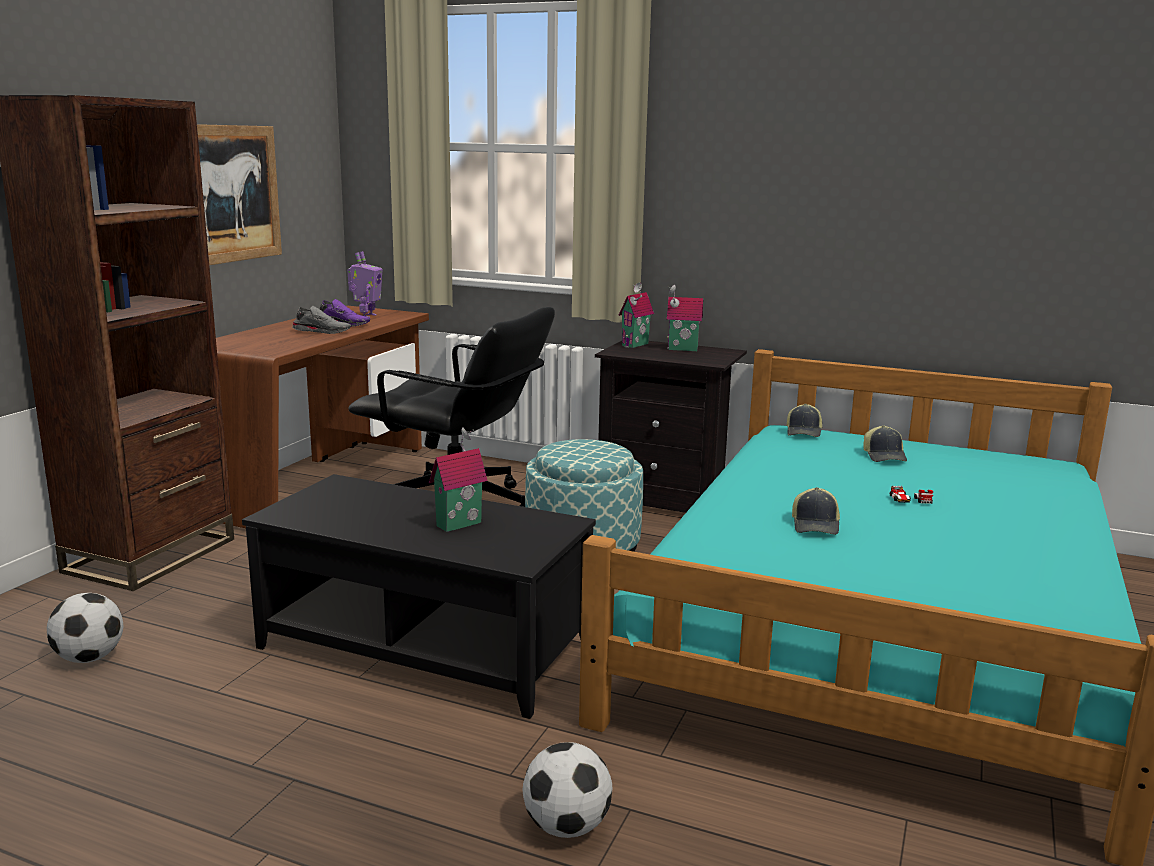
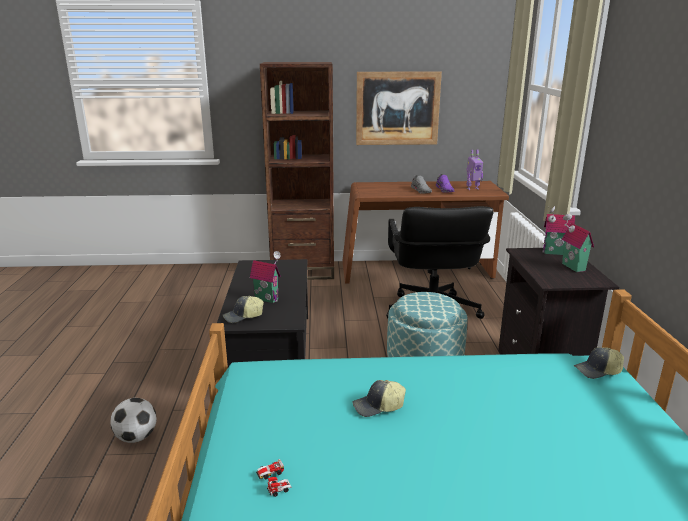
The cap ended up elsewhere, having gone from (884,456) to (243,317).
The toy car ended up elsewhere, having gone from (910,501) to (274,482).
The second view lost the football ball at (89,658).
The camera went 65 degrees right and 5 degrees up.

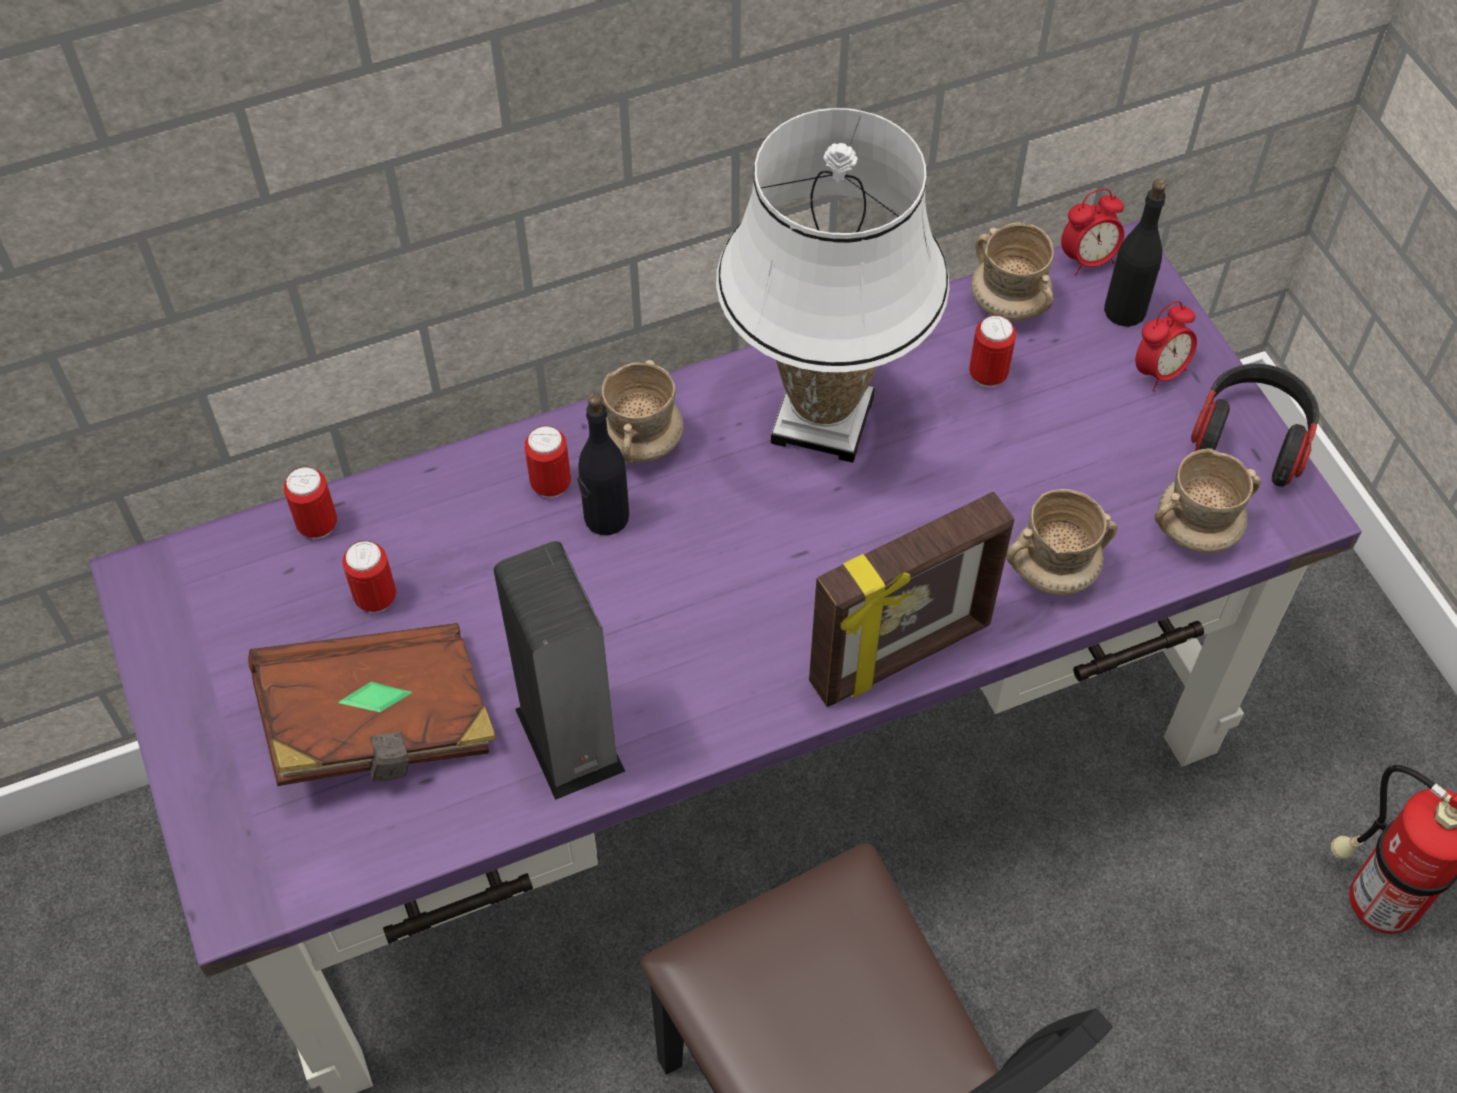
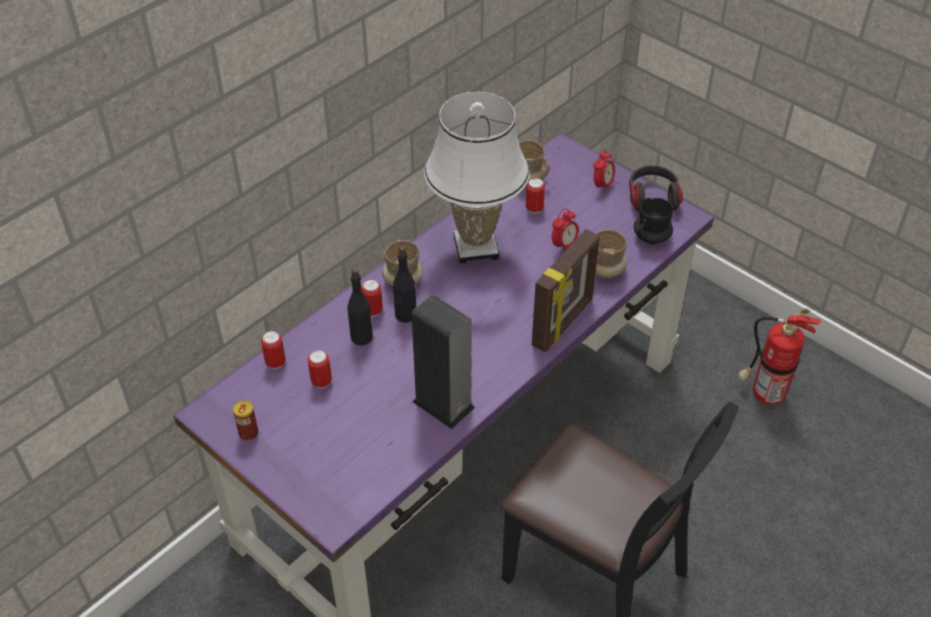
The black drink bottle ended up elsewhere, having gone from (1125,310) to (362,337).
The table clock ended up elsewhere, having gone from (1088,260) to (564,245).
What was the beige-coloured coffee mug at (1196,529) turned into the black coffee mug at (651,237).
The second view lost the brownish book at (380,727).
The second view gained the can at (248,433).
The camera went 25 degrees left and 10 degrees down.

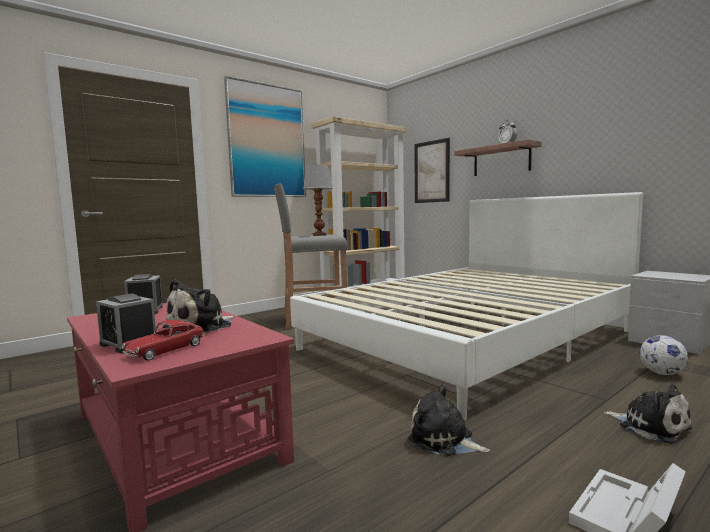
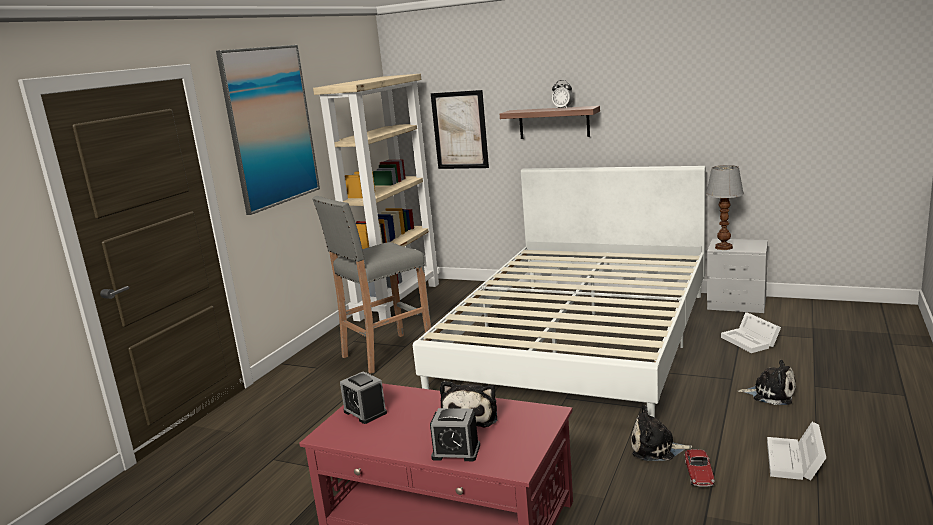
The tabletop lamp ended up elsewhere, having gone from (320,235) to (723,247).
The toy car ended up elsewhere, having gone from (166,350) to (699,474).
Where the football ball stood at (662,373), the white storage box came to stand at (751,341).
The camera went 25 degrees left and 10 degrees up.

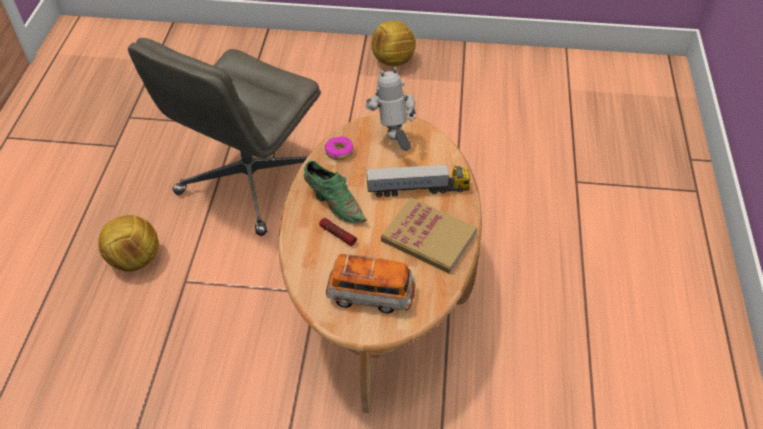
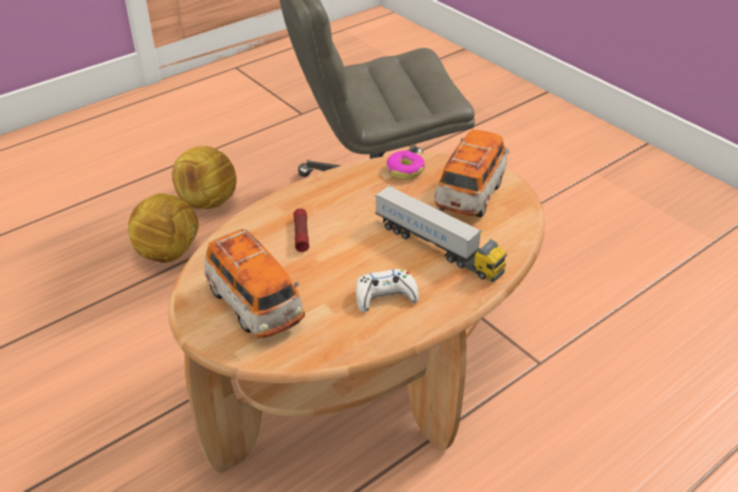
The football ball ended up elsewhere, having gone from (393,60) to (169,253).
Where the toy robot stood at (393,143), the toy car came to stand at (470,194).
The second view lost the greenish item of footwear at (334,203).
Where the book stood at (428,237), the white game controller came to stand at (385,296).
The camera went 45 degrees right and 10 degrees down.

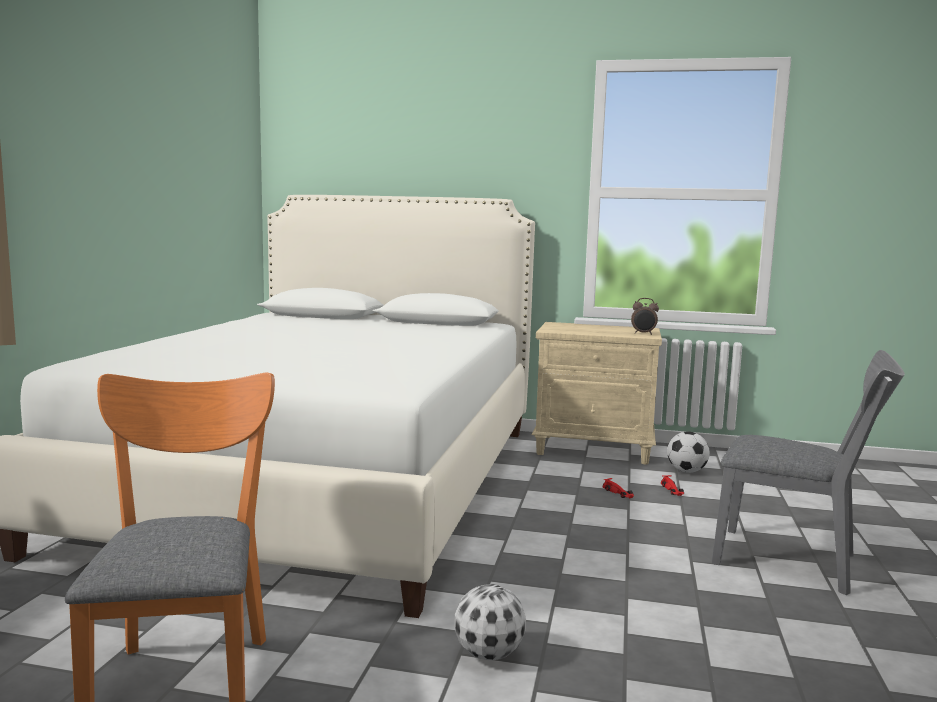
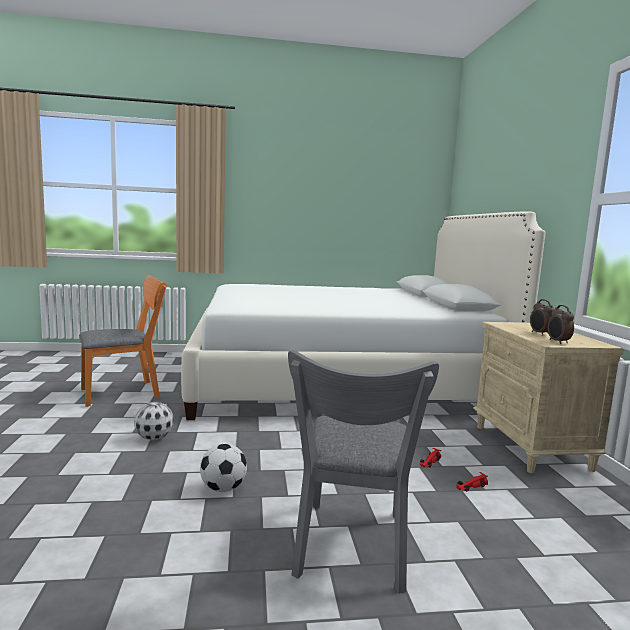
The football ball ended up elsewhere, having gone from (686,471) to (223,488).
The second view gained the table clock at (539,333).
The camera went 70 degrees right and 0 degrees up.

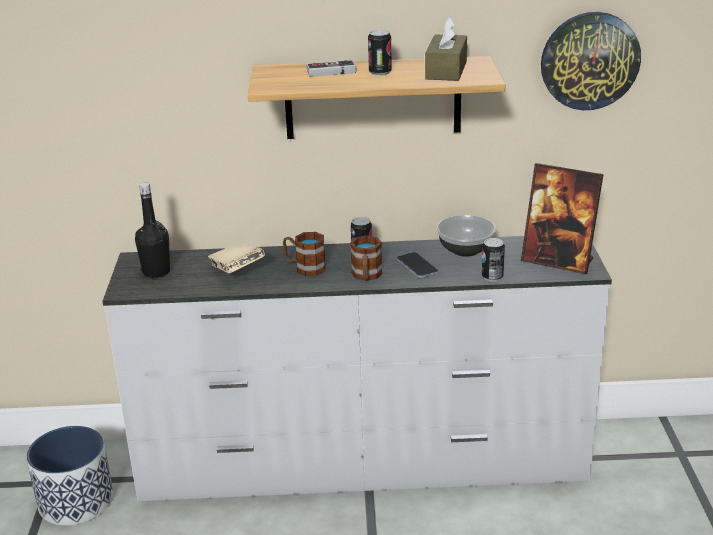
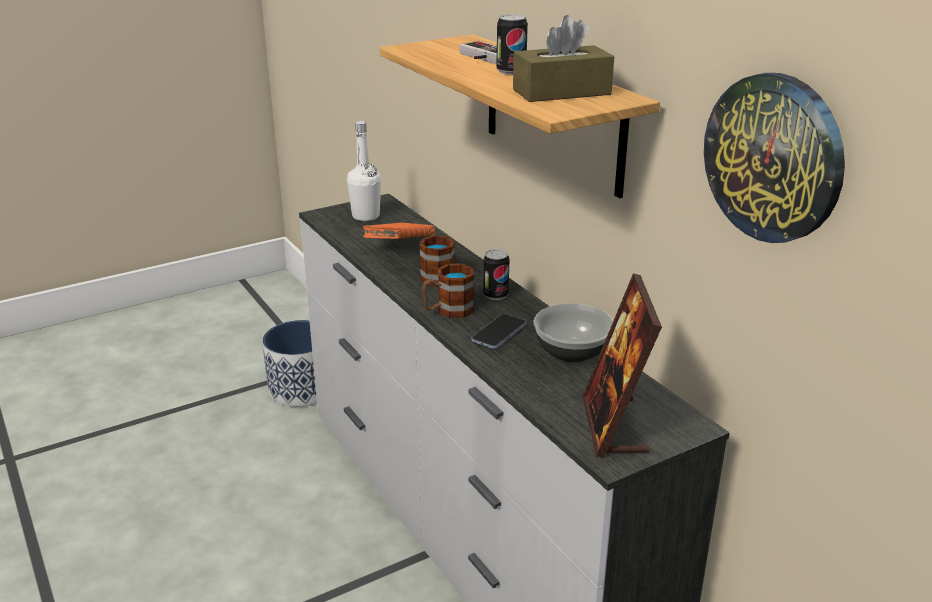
What was the black drink bottle at (156,272) turned into the white drink bottle at (366,216).
The second view lost the can at (492,277).
What was the beige-coloured book at (237,271) turned into the orange book at (399,247).
The camera went 60 degrees right and 0 degrees up.

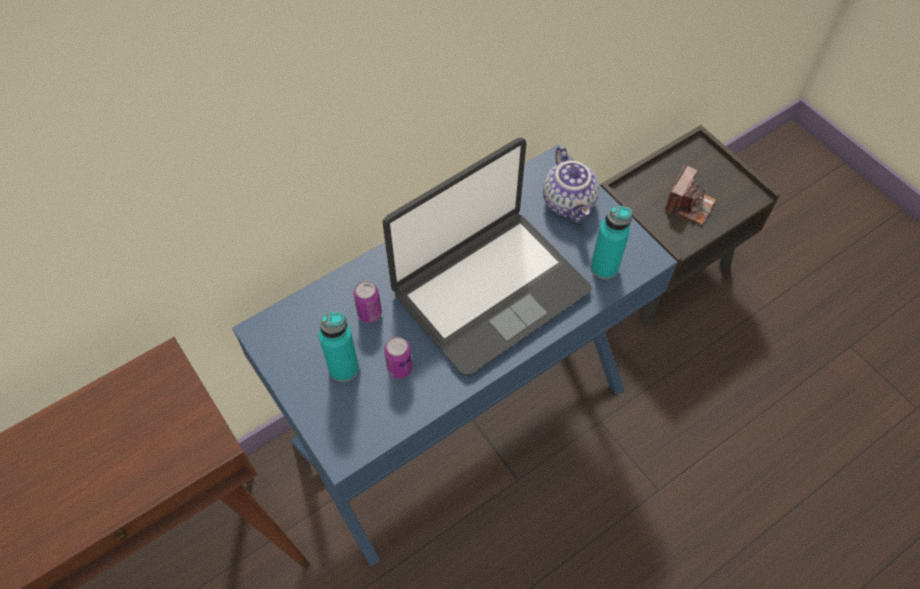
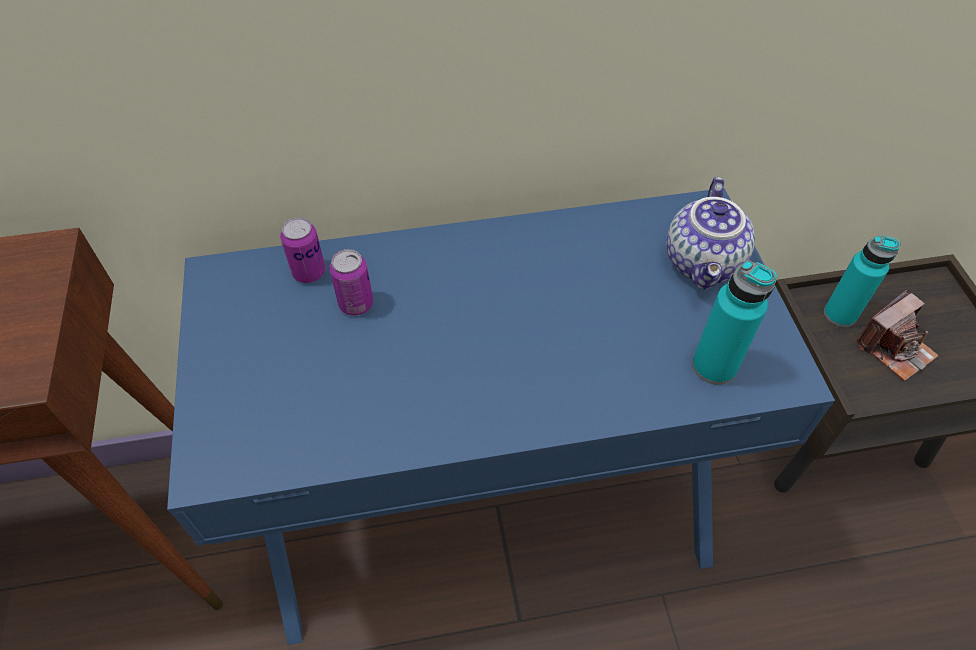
The second view lost the portable computer at (489,290).
The turquoise-coloured drink bottle ended up elsewhere, having gone from (343,368) to (840,314).
The can ended up elsewhere, having gone from (399,368) to (309,272).
The camera went 25 degrees right and 5 degrees down.

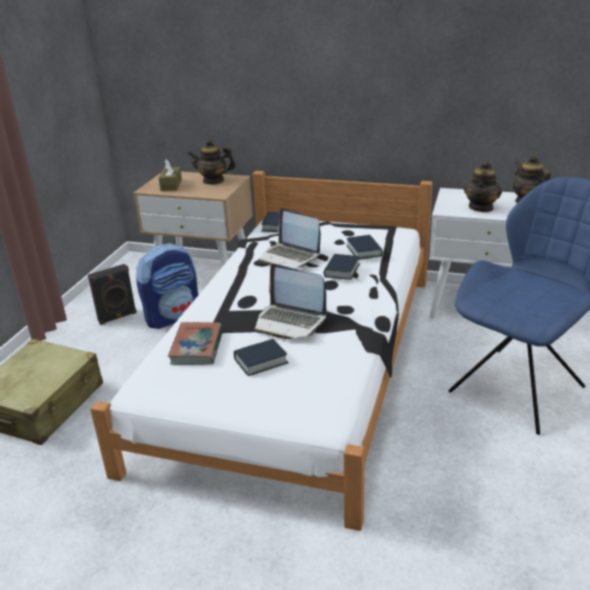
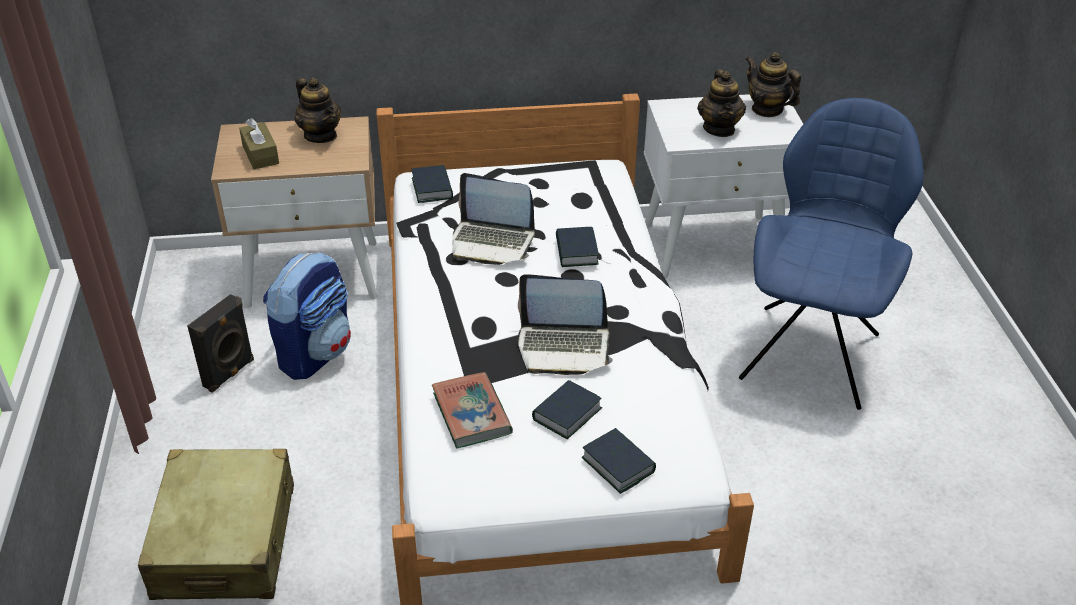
The tea pot at (213,181) ended up facing another way, 105 degrees counterclockwise from before.
The book ended up elsewhere, having gone from (364,251) to (618,465).
The camera went 25 degrees left and 10 degrees up.

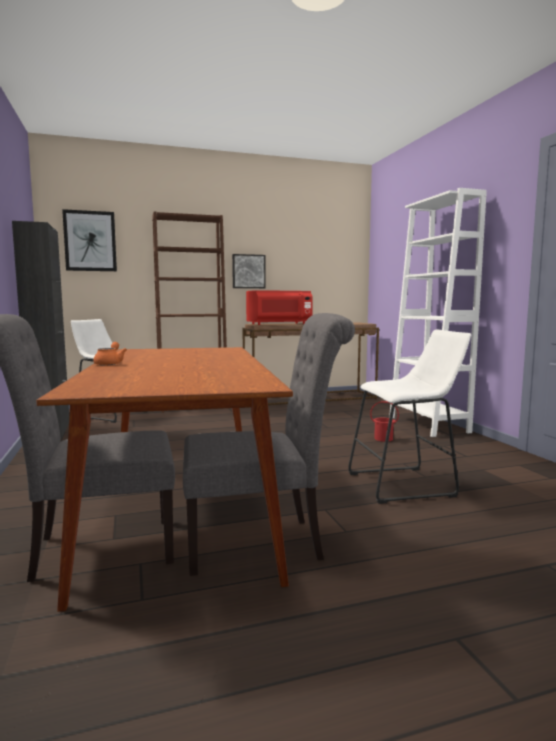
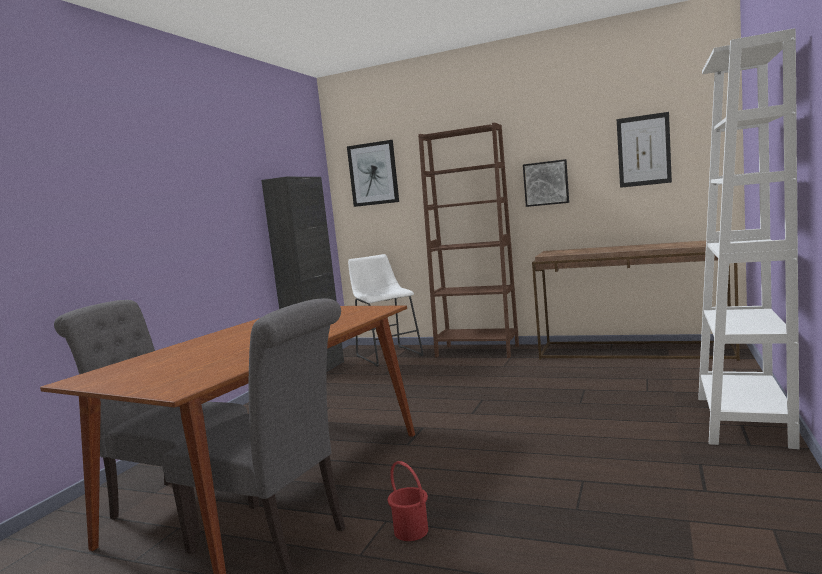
The second view lost the red-coloured microwave at (279,324).
The second view lost the white sitting stool at (406,484).
The second view lost the orange tea pot at (110,363).
The red-coloured pail ended up elsewhere, having gone from (383,439) to (411,531).
The second view gained the wall picture at (643,150).
The camera went 40 degrees right and 0 degrees up.

